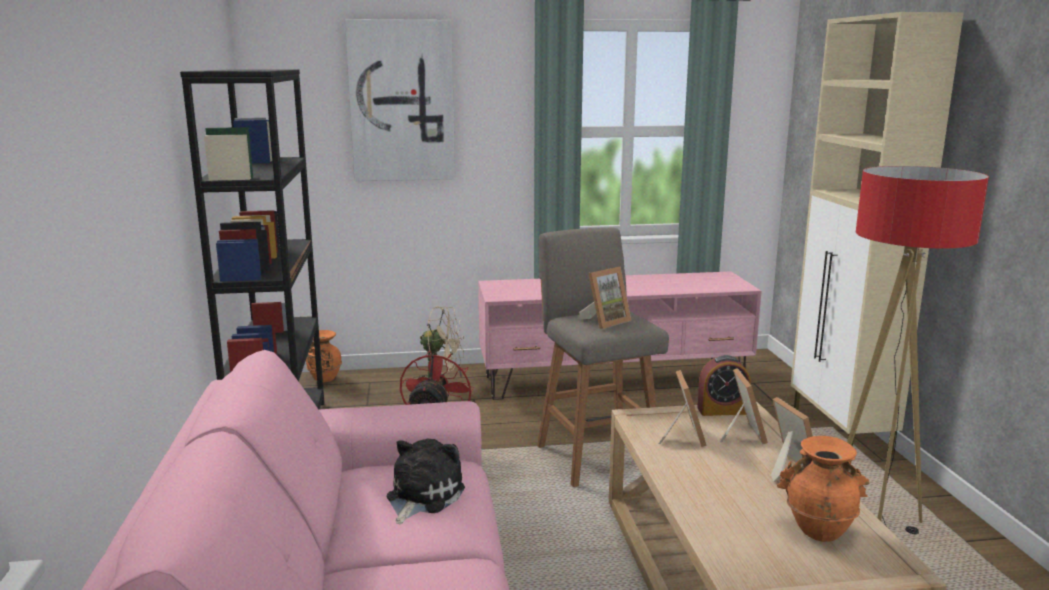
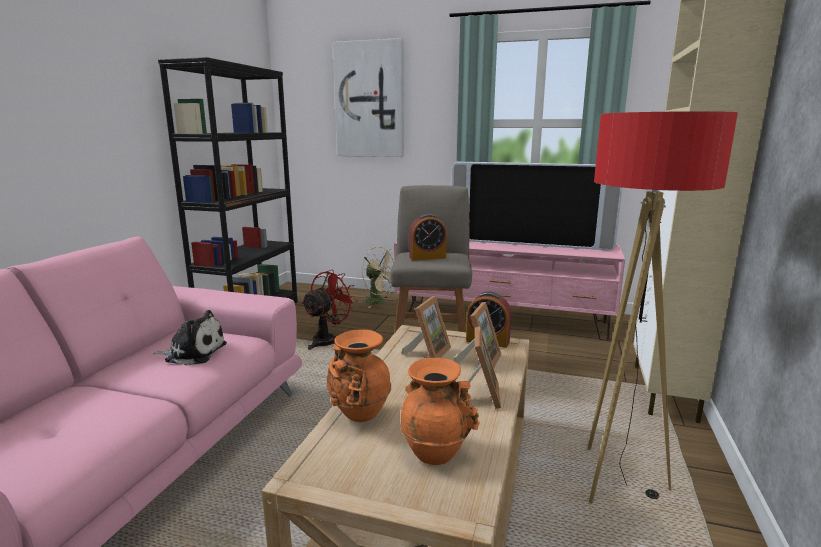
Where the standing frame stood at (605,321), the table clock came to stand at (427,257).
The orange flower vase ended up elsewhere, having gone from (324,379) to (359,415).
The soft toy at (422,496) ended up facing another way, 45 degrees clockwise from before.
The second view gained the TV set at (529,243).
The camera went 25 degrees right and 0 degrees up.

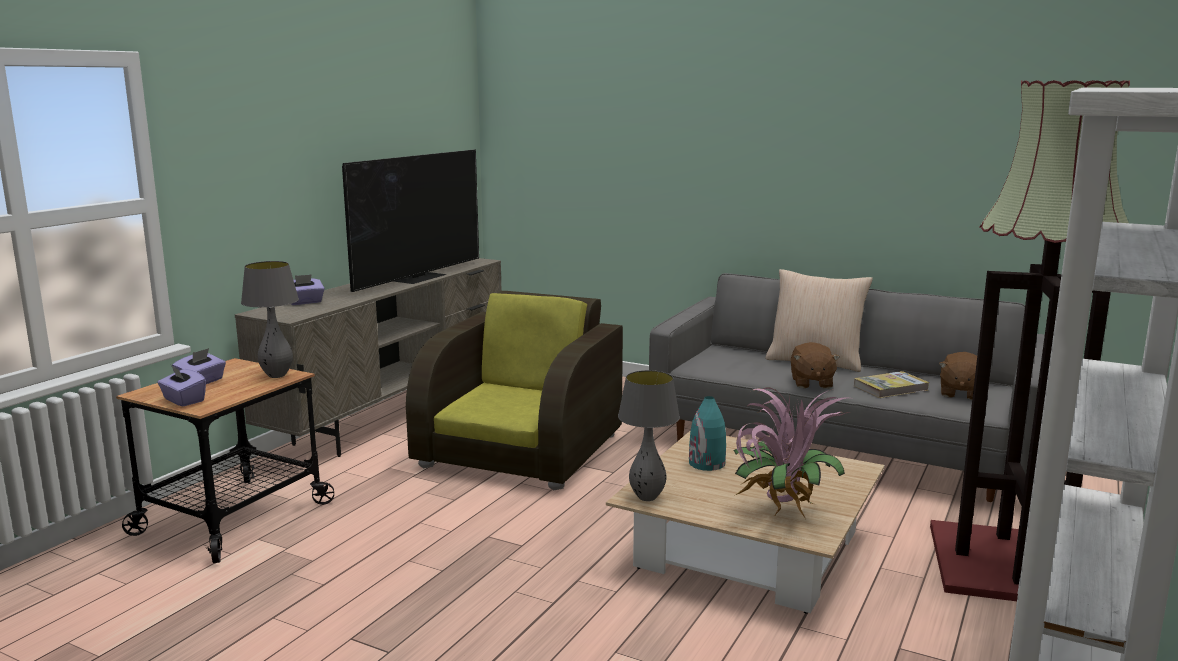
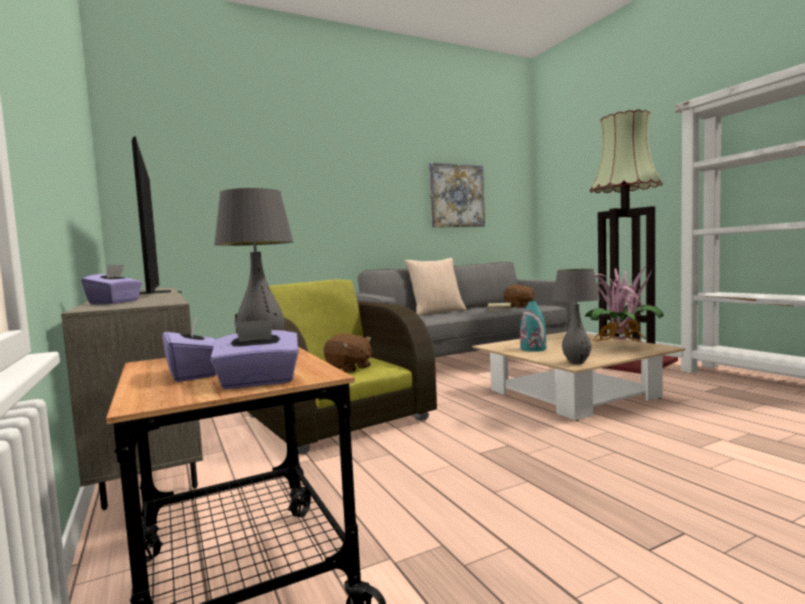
The brownish soft toy ended up elsewhere, having gone from (811,383) to (349,368).
The second view gained the wall picture at (456,196).
The camera went 55 degrees left and 10 degrees down.

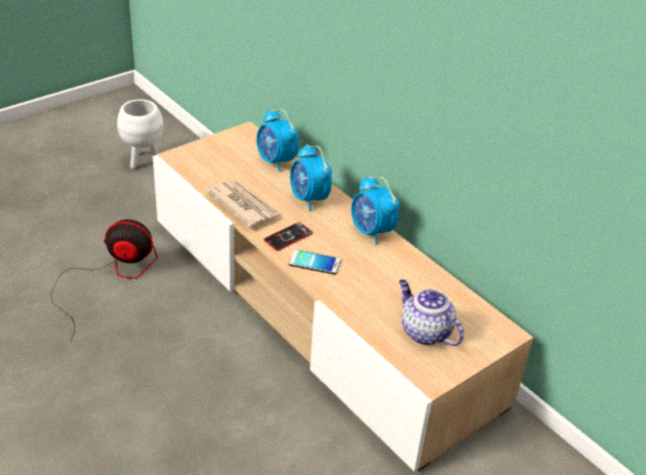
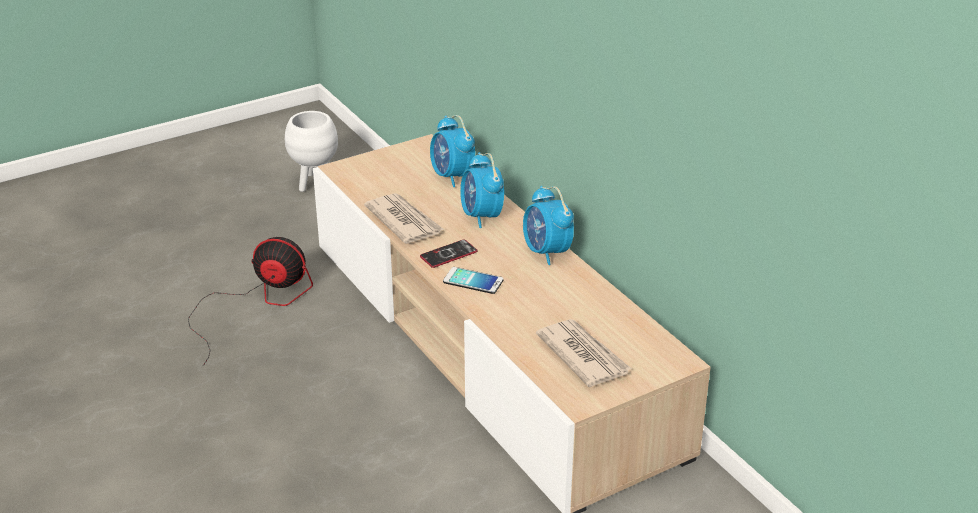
Where the tea pot stood at (424,332), the daily paper came to stand at (583,355).
The camera went 10 degrees right and 5 degrees down.

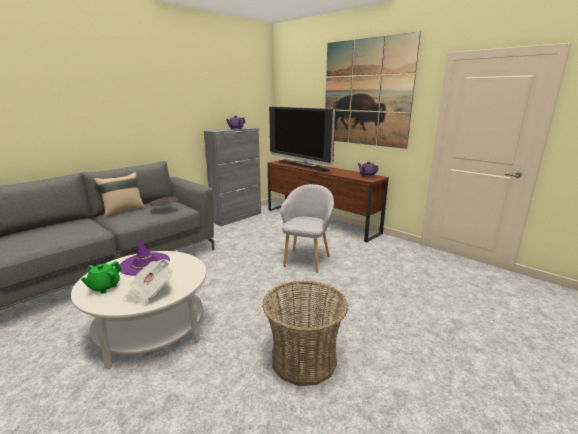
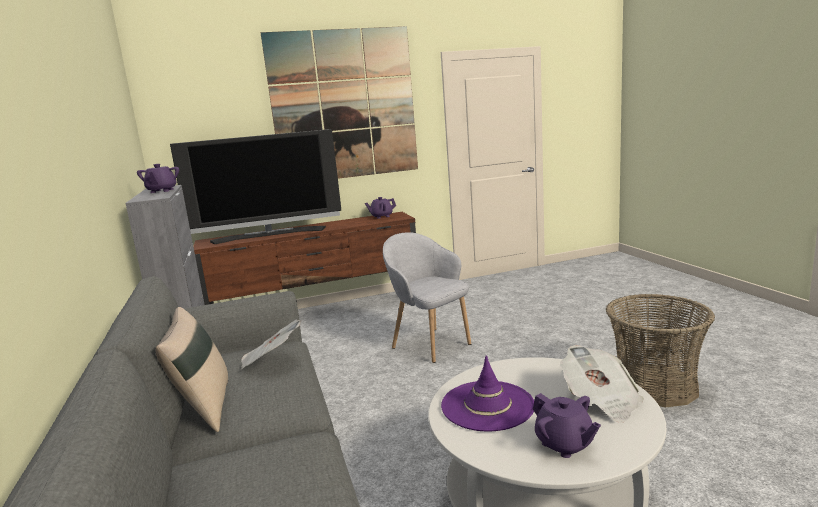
What was the greenish tea pot at (104,287) turned into the purple-coloured tea pot at (564,444).
The camera went 60 degrees left and 5 degrees down.

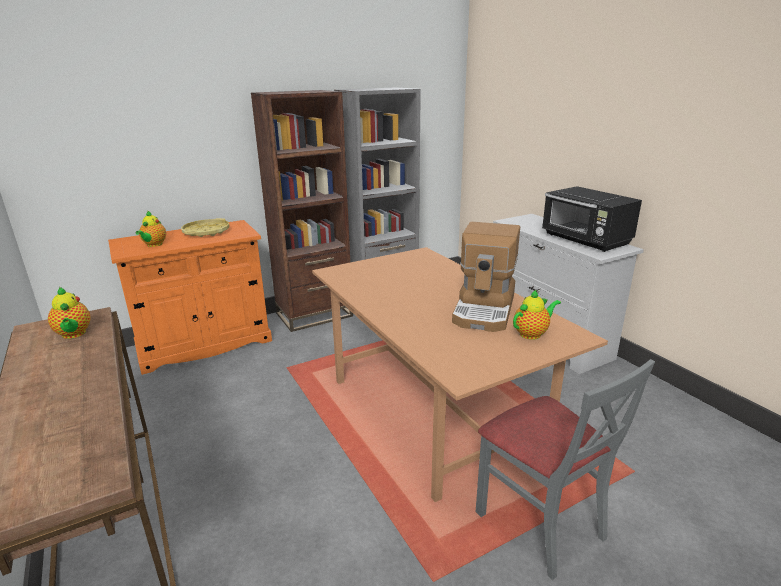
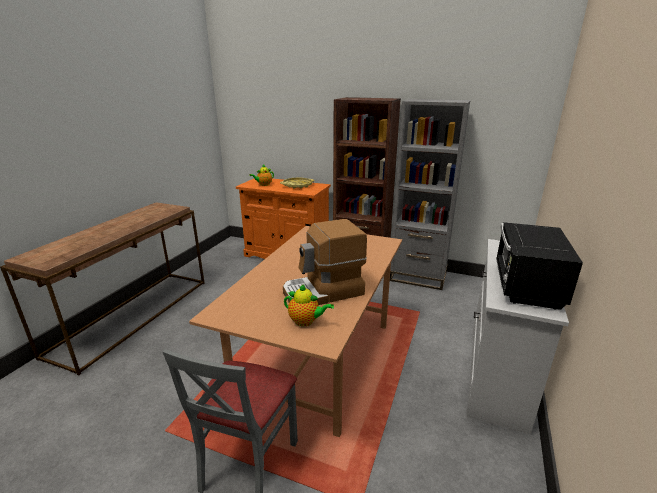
The second view lost the tea pot at (74,334).
The camera went 50 degrees right and 0 degrees up.

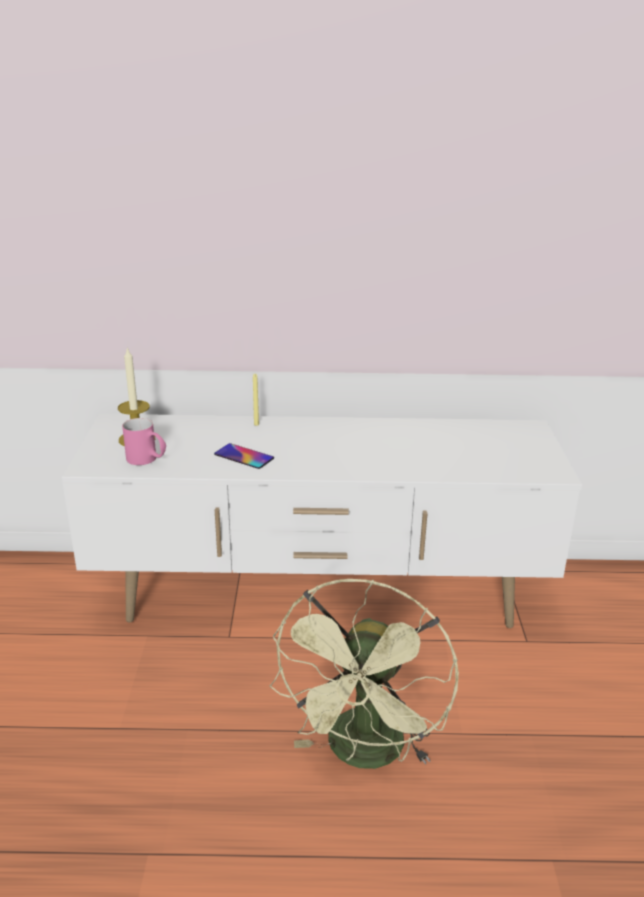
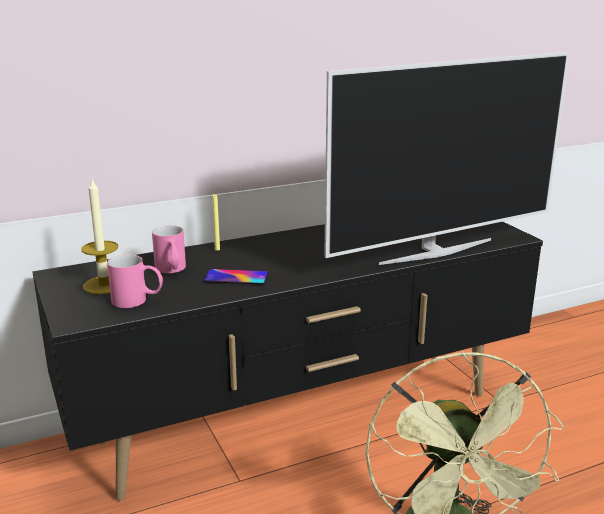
What was the white tv unit at (321,599) turned into the black tv unit at (302,419).
The second view gained the TV set at (435,251).
The second view gained the pink-coloured coffee mug at (172,270).
The camera went 25 degrees left and 5 degrees down.

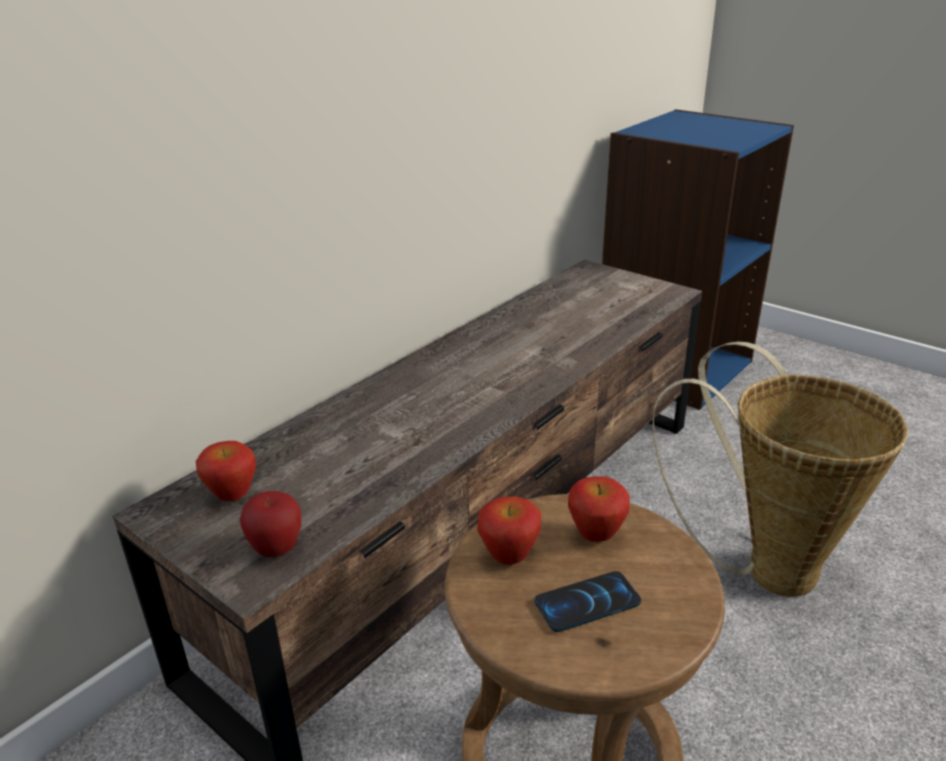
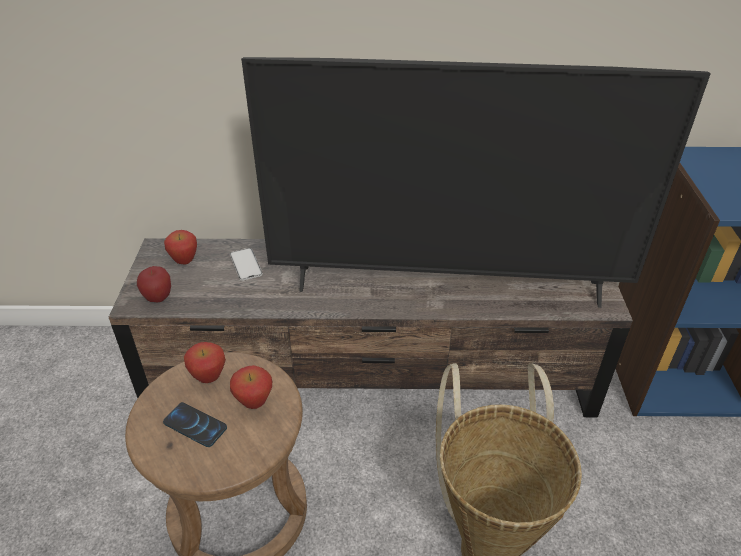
The second view gained the TV set at (448,285).
The second view gained the handset at (246,264).
The camera went 50 degrees right and 10 degrees up.

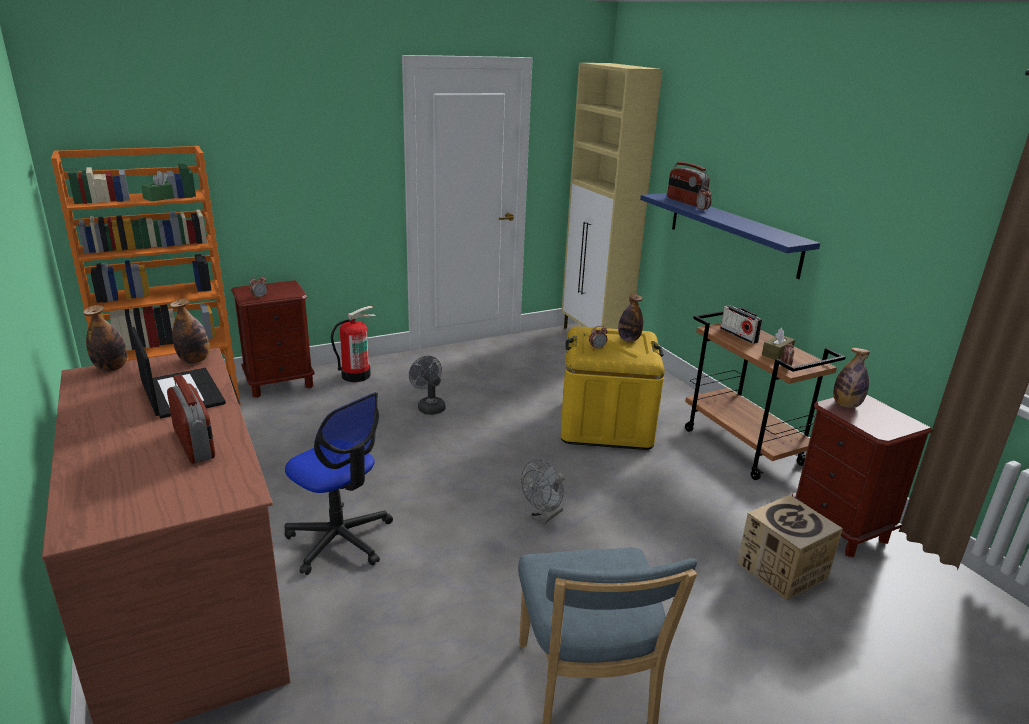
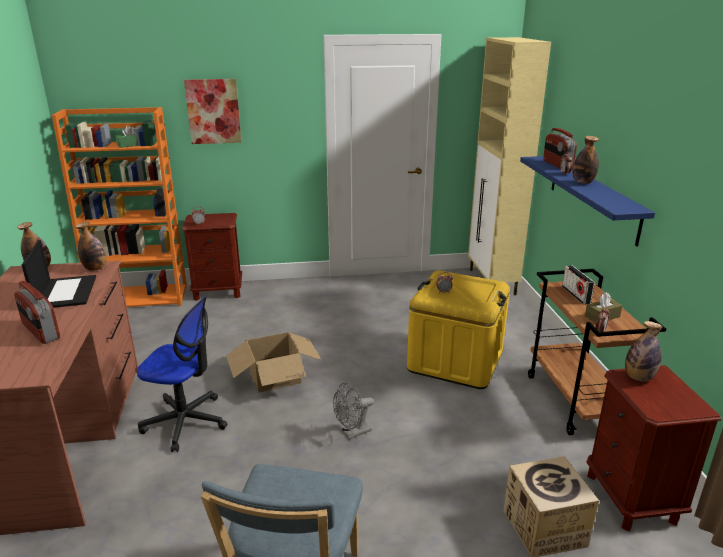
The drink bottle ended up elsewhere, having gone from (628,339) to (582,182).
The second view lost the fire-fighting cylinder at (356,375).
The second view lost the gray cooling fan at (429,406).
The radio set at (195,444) ended up facing another way, 150 degrees clockwise from before.
The office chair at (340,540) ended up facing another way, 45 degrees counterclockwise from before.
The second view gained the wall picture at (213,111).
The second view gained the packing box at (275,375).
The camera went 20 degrees right and 0 degrees up.

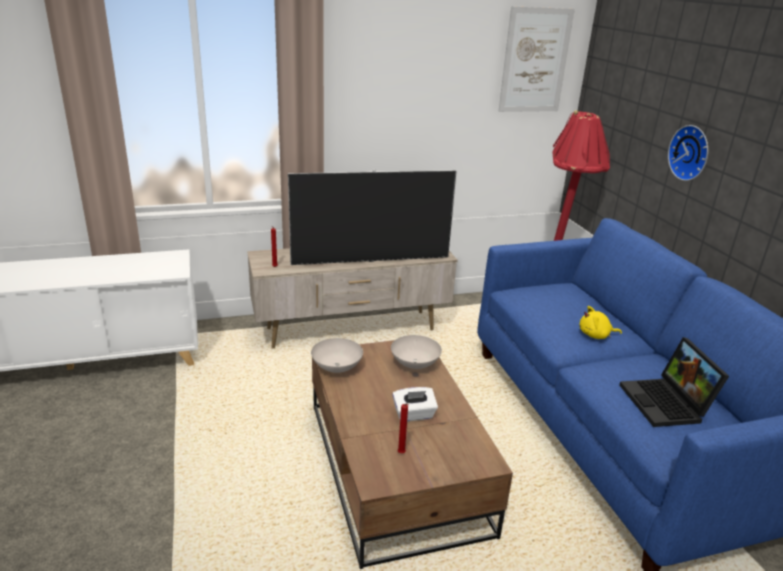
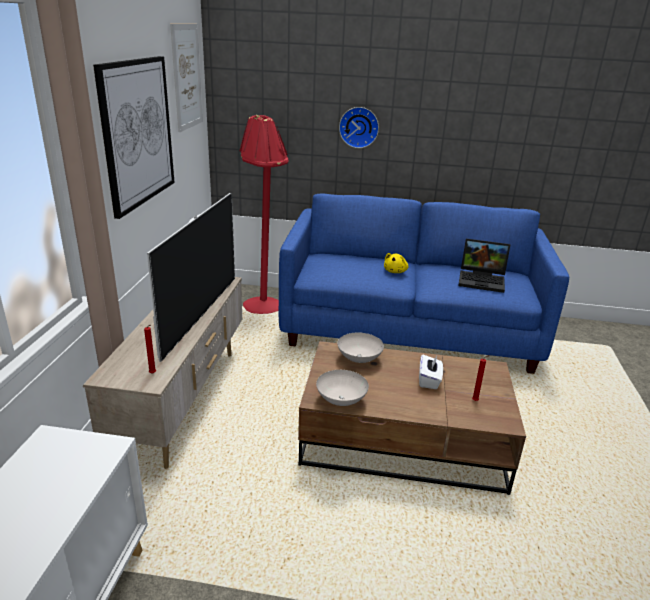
The second view gained the wall picture at (137,133).
The camera went 65 degrees left and 0 degrees up.

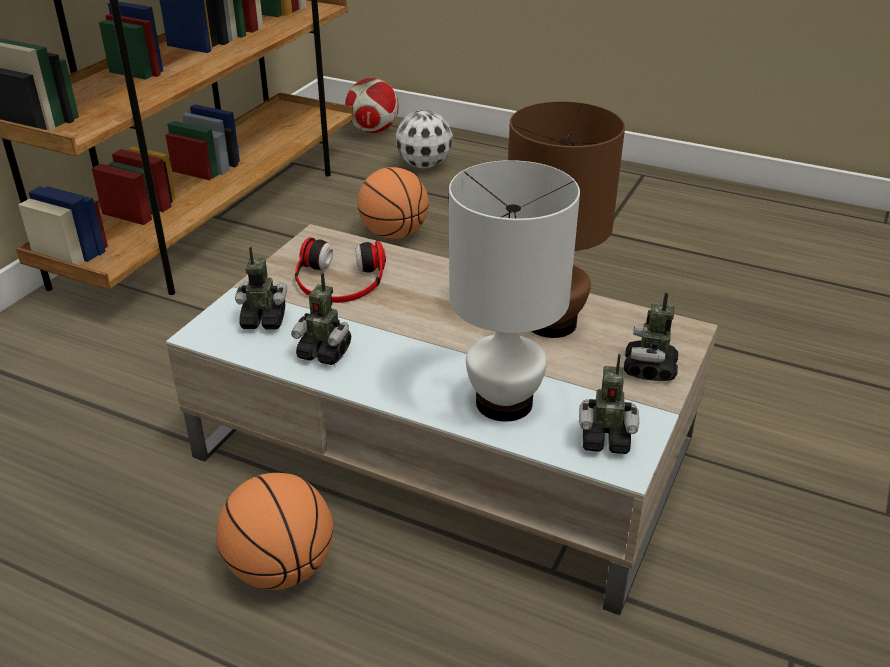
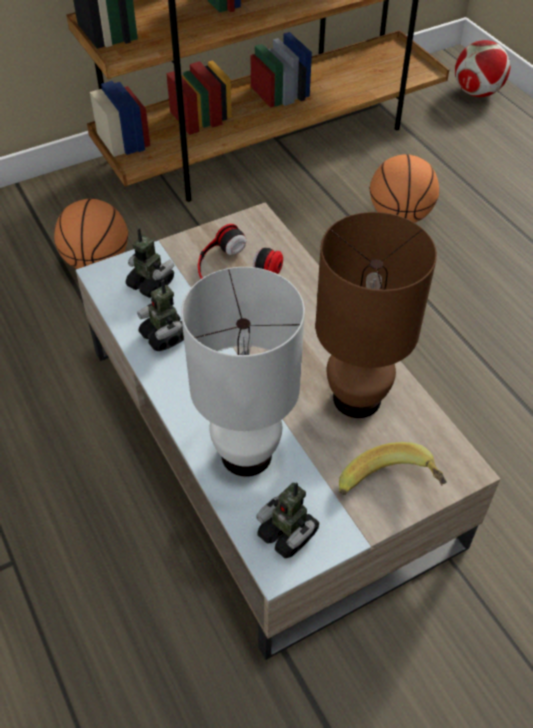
The second view lost the football ball at (424,165).
Where the toy robot stood at (649,369), the whole banana came to stand at (391,489).
The basketball ended up elsewhere, having gone from (281,569) to (97,262).
The camera went 35 degrees right and 15 degrees up.

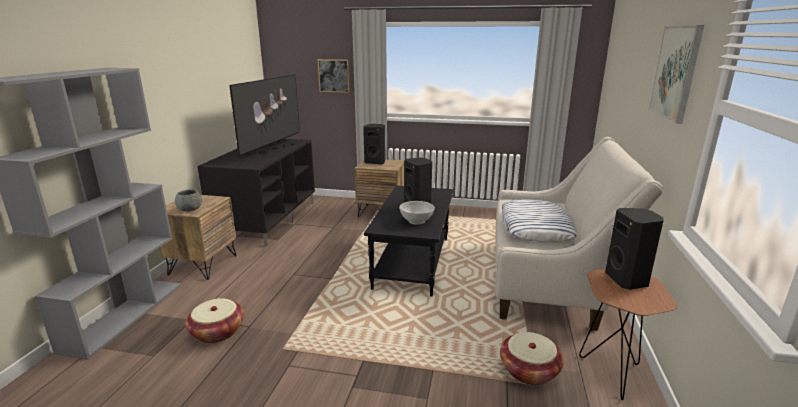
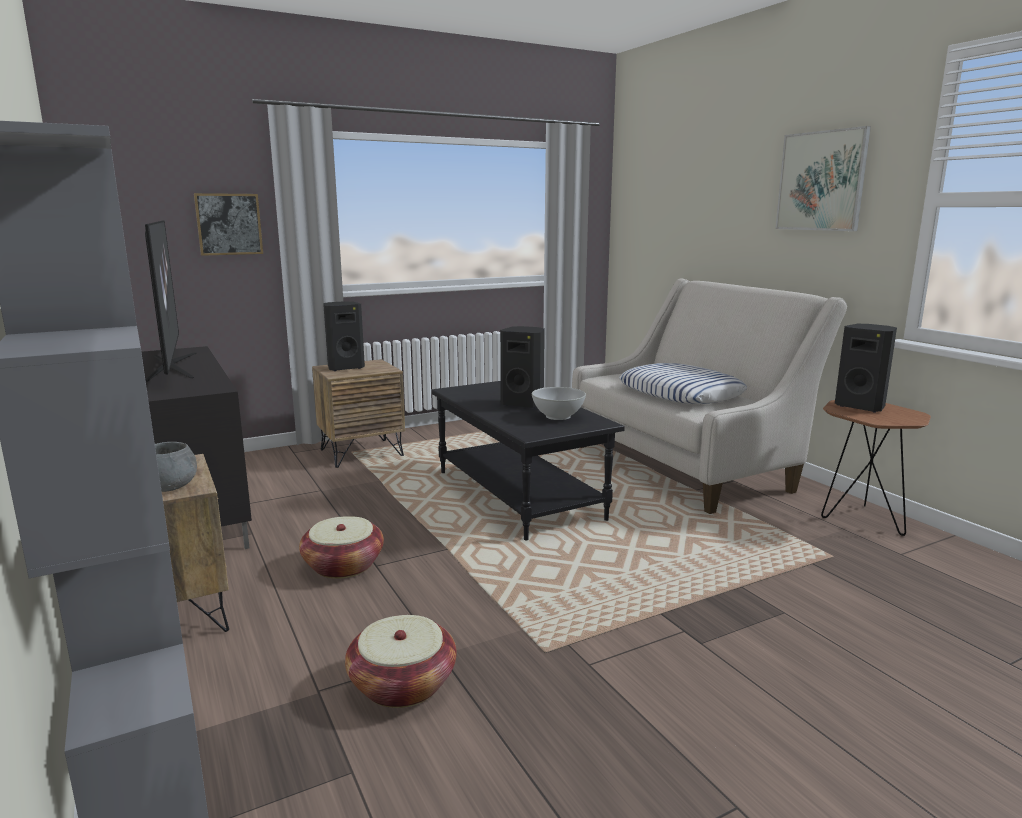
The storage basket ended up elsewhere, having gone from (529,370) to (343,565).
The camera went 40 degrees left and 5 degrees down.

